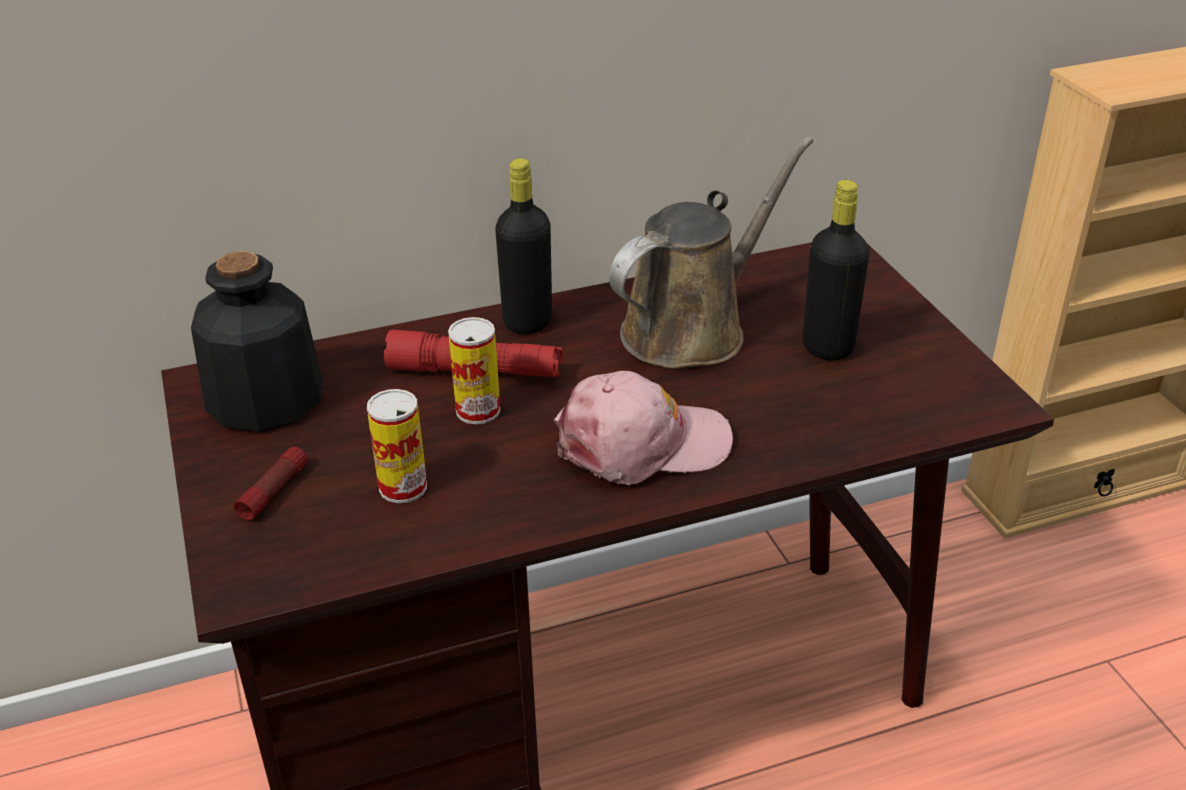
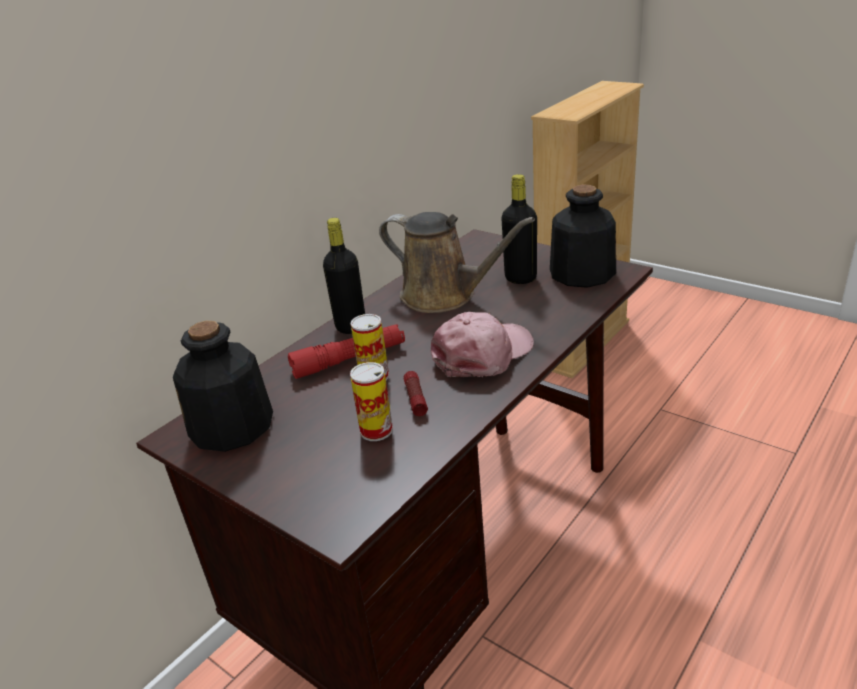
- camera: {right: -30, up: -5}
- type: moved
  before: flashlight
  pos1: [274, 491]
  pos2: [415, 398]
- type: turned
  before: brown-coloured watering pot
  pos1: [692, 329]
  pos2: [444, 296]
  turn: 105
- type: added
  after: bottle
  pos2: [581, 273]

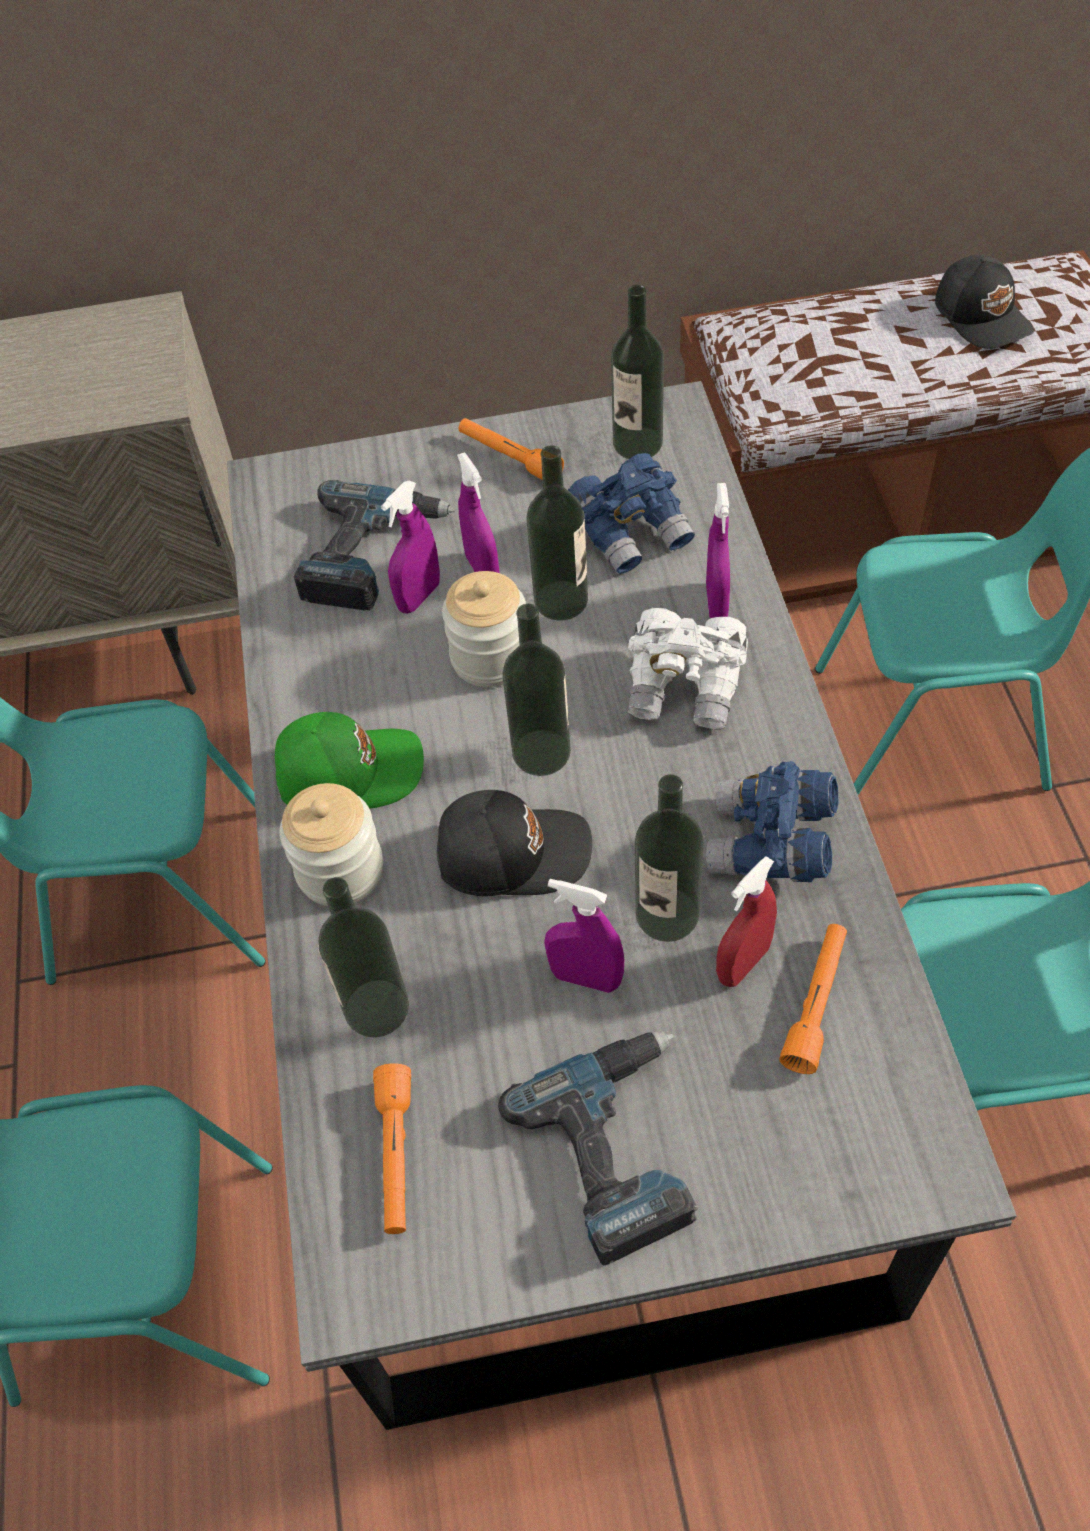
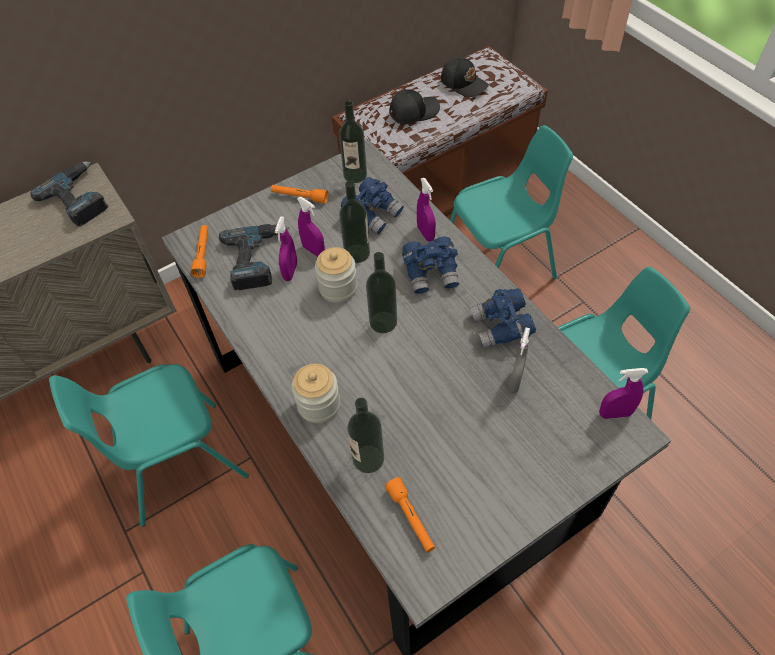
- camera: {right: -25, up: 0}
- type: removed
  before: green peaked cap
  pos1: [348, 770]
- type: moved
  before: blackish peaked cap
  pos1: [511, 851]
  pos2: [413, 112]
- type: moved
  before: power drill
  pos1: [621, 1148]
  pos2: [80, 198]
- type: moved
  before: purple spray bottle
  pos1: [586, 978]
  pos2: [615, 414]
- type: recoloured
  before: whitish field glasses
  after: bluish field glasses
  pos1: [686, 686]
  pos2: [431, 273]
- type: removed
  before: bottle
  pos1: [667, 914]
- type: recoloured
  before: reddish spray bottle
  after: greyish spray bottle
  pos1: [743, 963]
  pos2: [515, 381]
- type: moved
  before: orangey flashlight
  pos1: [816, 1003]
  pos2: [203, 254]

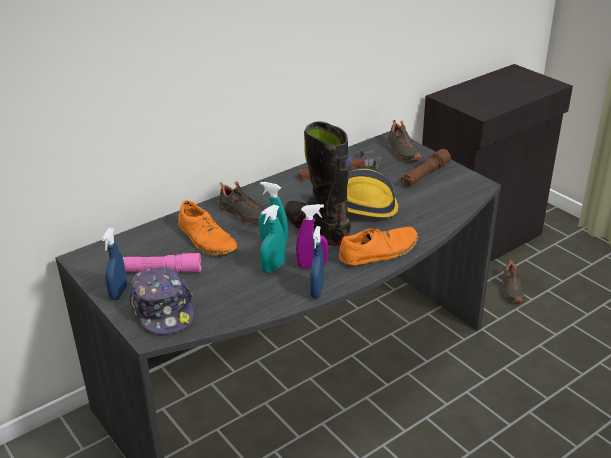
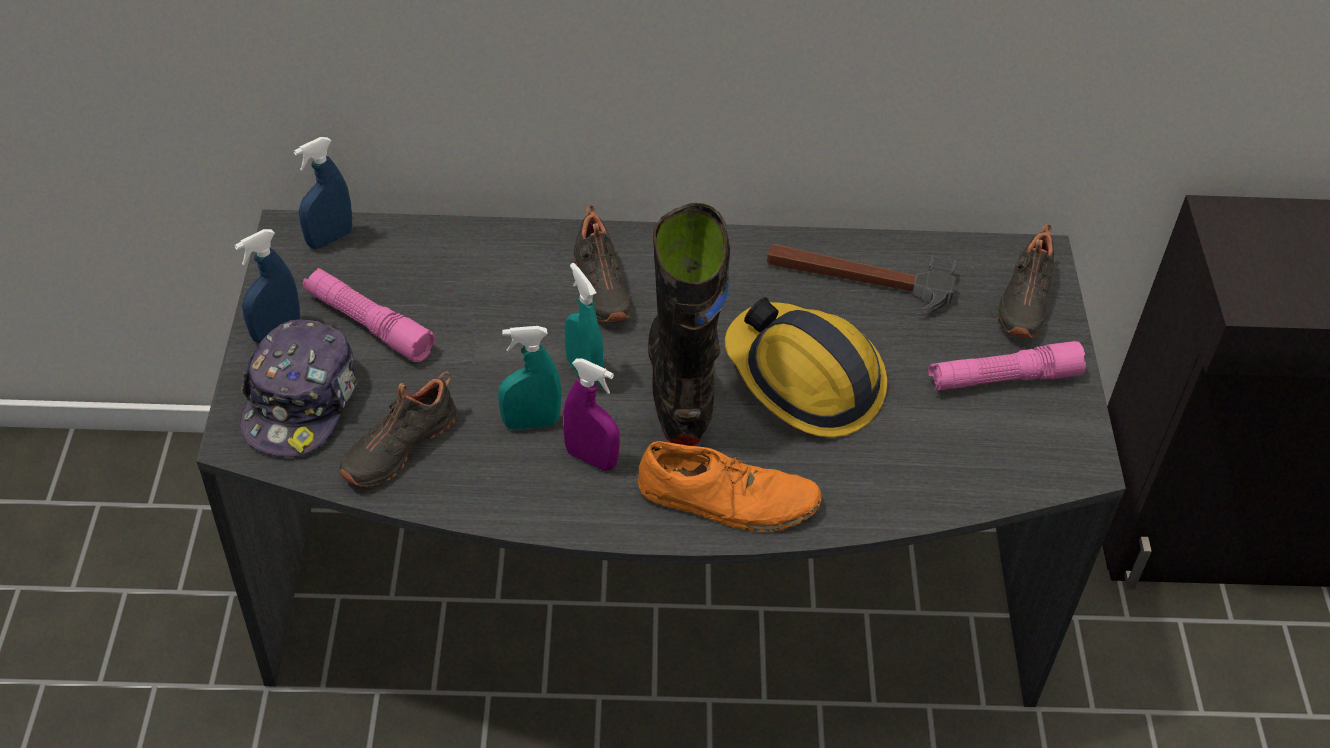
- camera: {right: 35, up: 15}
- type: removed
  before: orangey shoe
  pos1: [207, 239]
- type: moved
  before: bluish spray bottle
  pos1: [317, 291]
  pos2: [330, 238]
- type: recoloured
  before: brown-coloured flashlight
  after: pink flashlight
  pos1: [425, 175]
  pos2: [1002, 379]
- type: moved
  before: blackish shoe
  pos1: [511, 290]
  pos2: [397, 445]

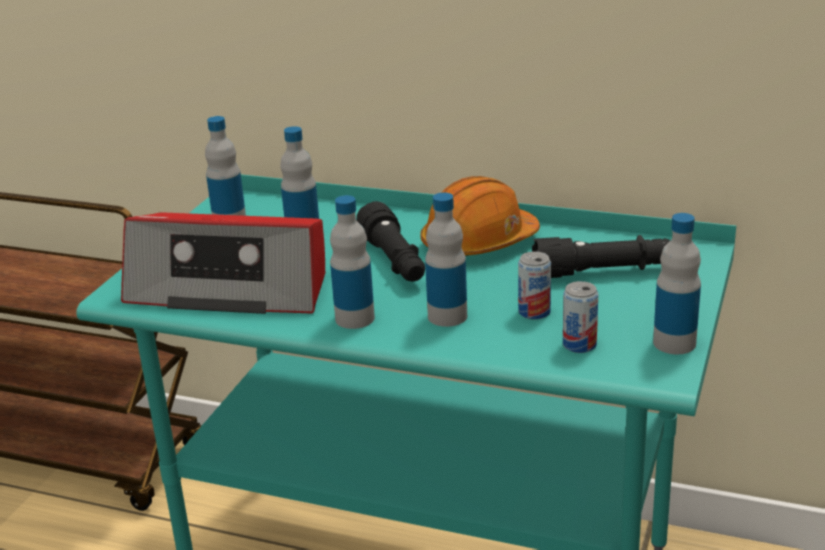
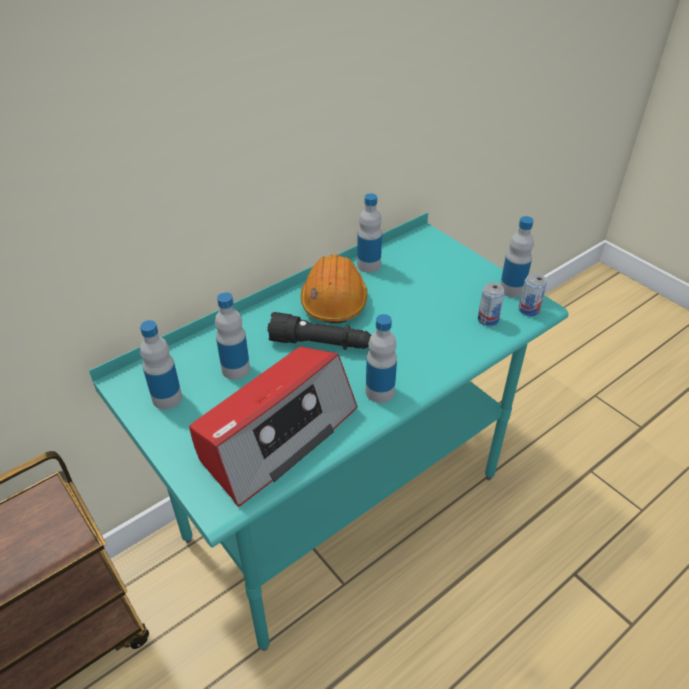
- camera: {right: -60, up: 15}
- type: moved
  before: bottle
  pos1: [447, 316]
  pos2: [368, 265]
- type: moved
  before: sealed can
  pos1: [534, 312]
  pos2: [528, 310]
- type: removed
  before: blackish flashlight
  pos1: [603, 272]

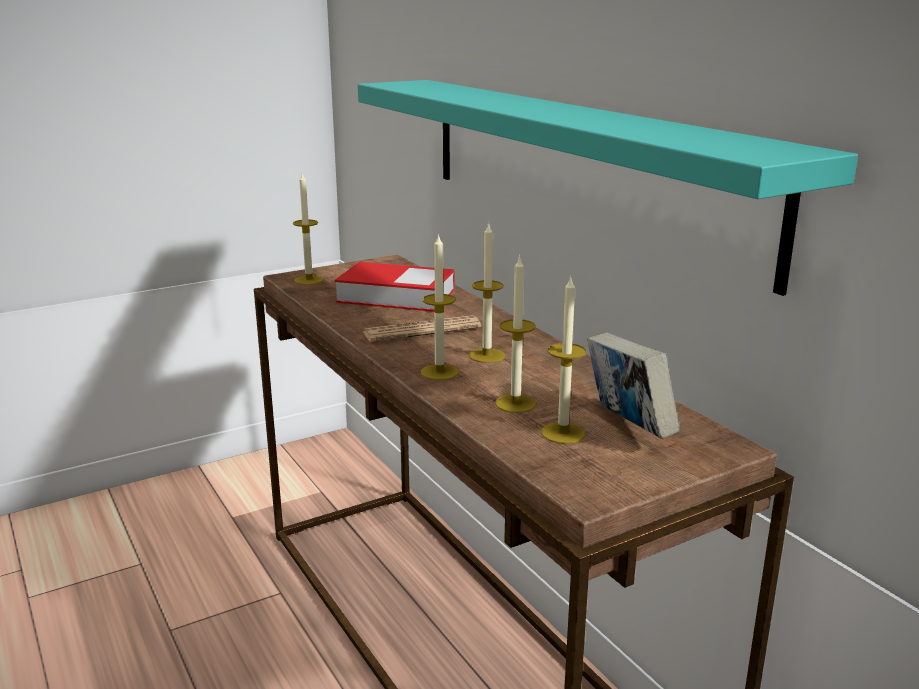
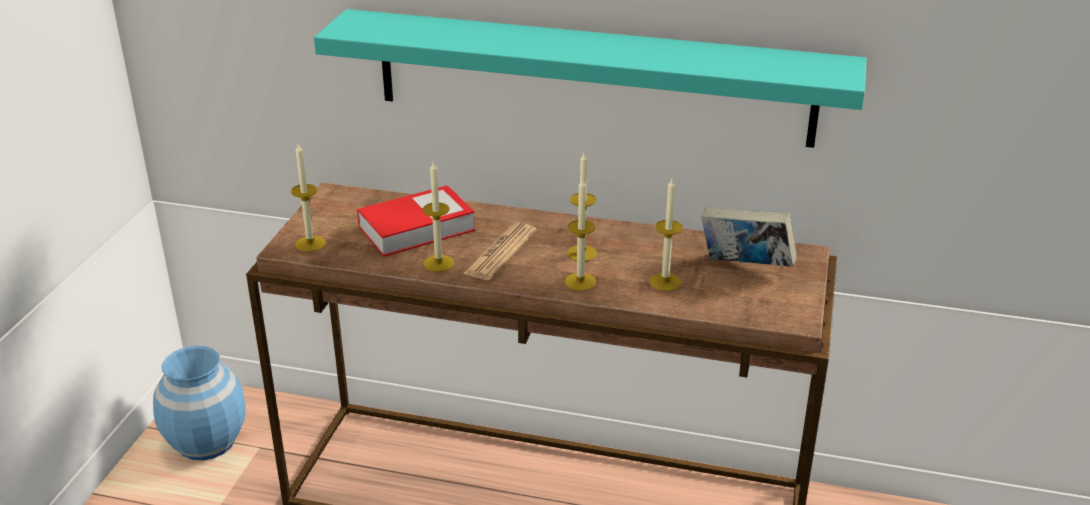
- camera: {right: -45, up: 10}
- type: moved
  before: wax candle
  pos1: [563, 433]
  pos2: [439, 263]
- type: added
  after: bluish decorative vase
  pos2: [206, 442]

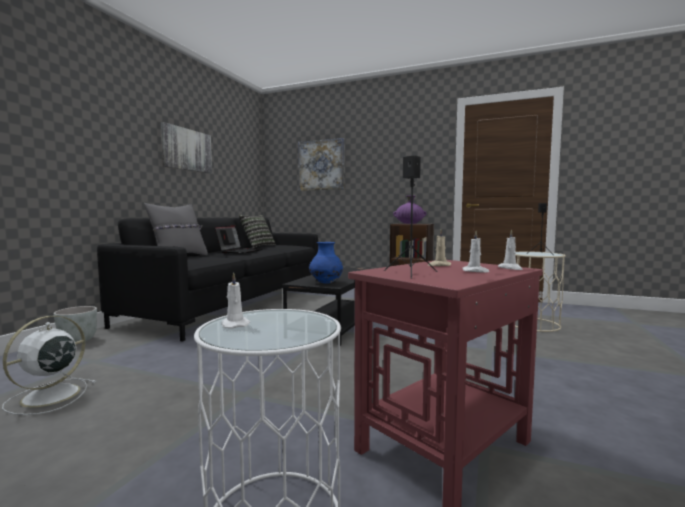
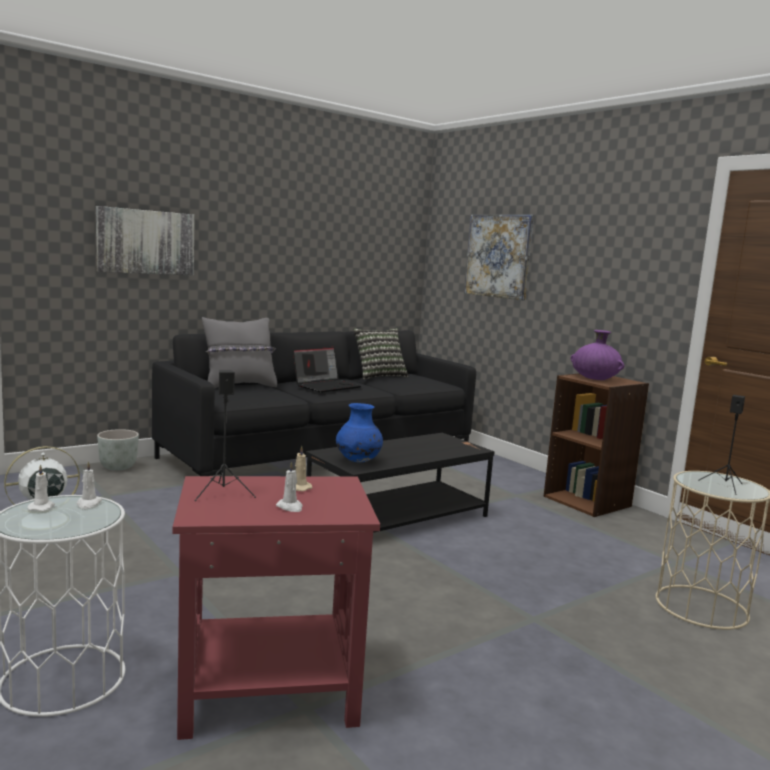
- camera: {right: 30, up: 5}
- type: moved
  before: picture
  pos1: [186, 150]
  pos2: [145, 242]
- type: moved
  before: whitish wax candle
  pos1: [510, 268]
  pos2: [88, 504]

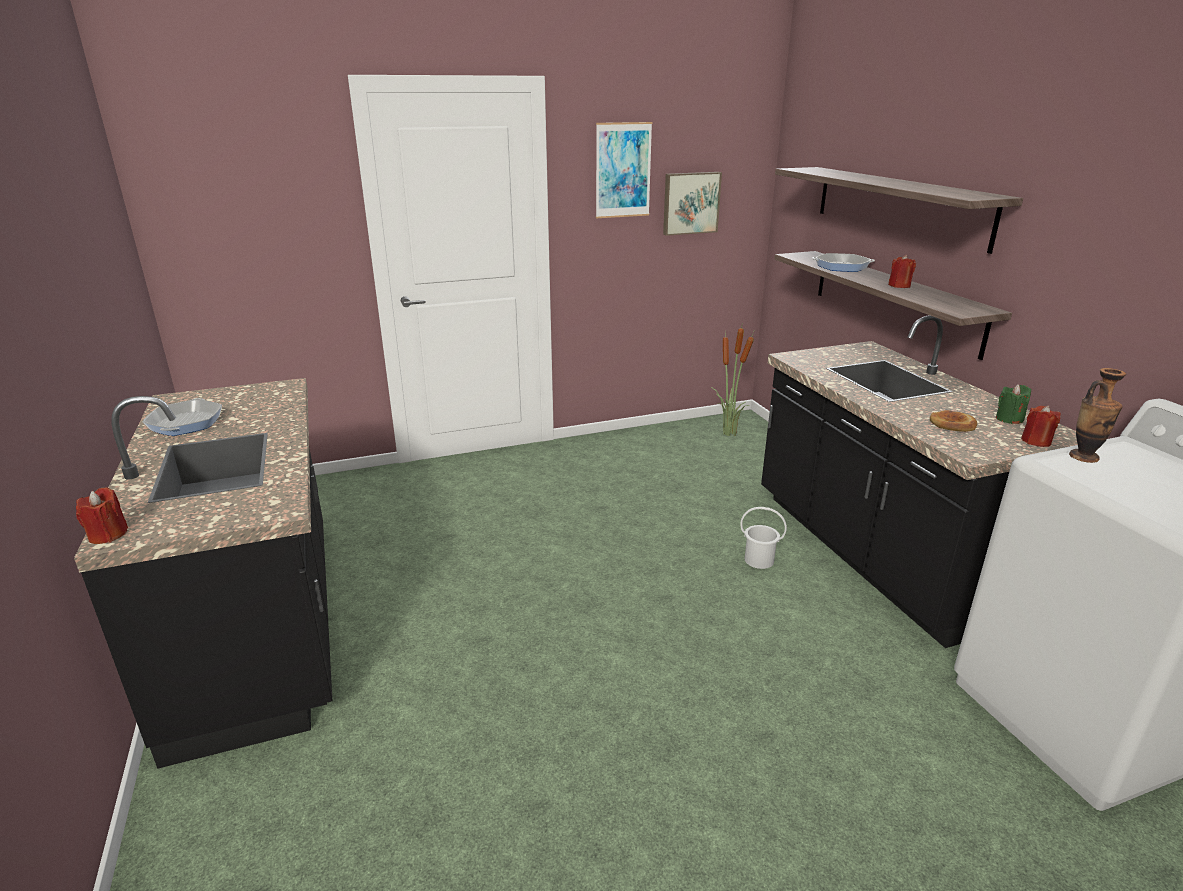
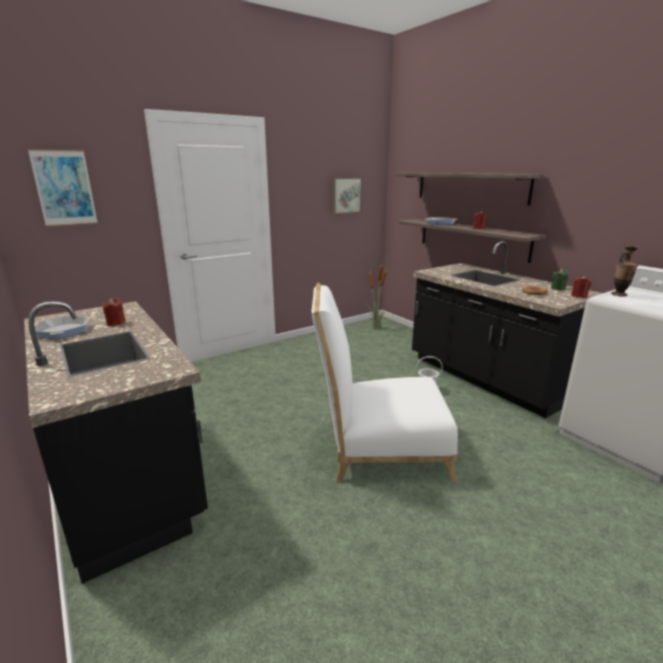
- camera: {right: -15, up: -5}
- type: moved
  before: reddish wax candle
  pos1: [108, 535]
  pos2: [116, 323]
- type: moved
  before: picture
  pos1: [623, 170]
  pos2: [64, 188]
- type: added
  after: whitish plain chair
  pos2: [379, 449]

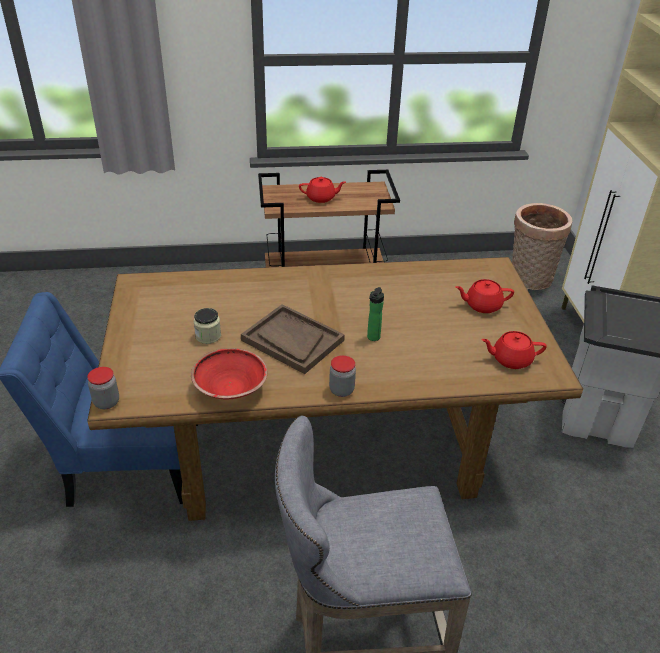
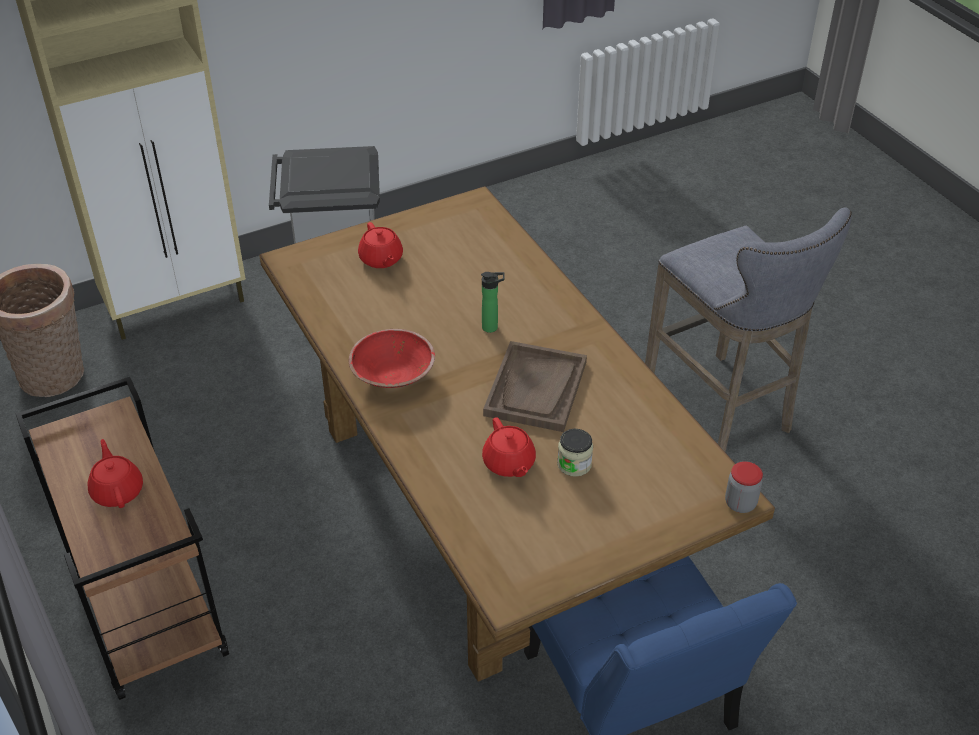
- camera: {right: -110, up: 5}
- type: moved
  before: reddish serving bowl
  pos1: [230, 389]
  pos2: [393, 376]
- type: removed
  before: jar
  pos1: [341, 390]
- type: moved
  before: reddish teapot
  pos1: [510, 359]
  pos2: [509, 463]

